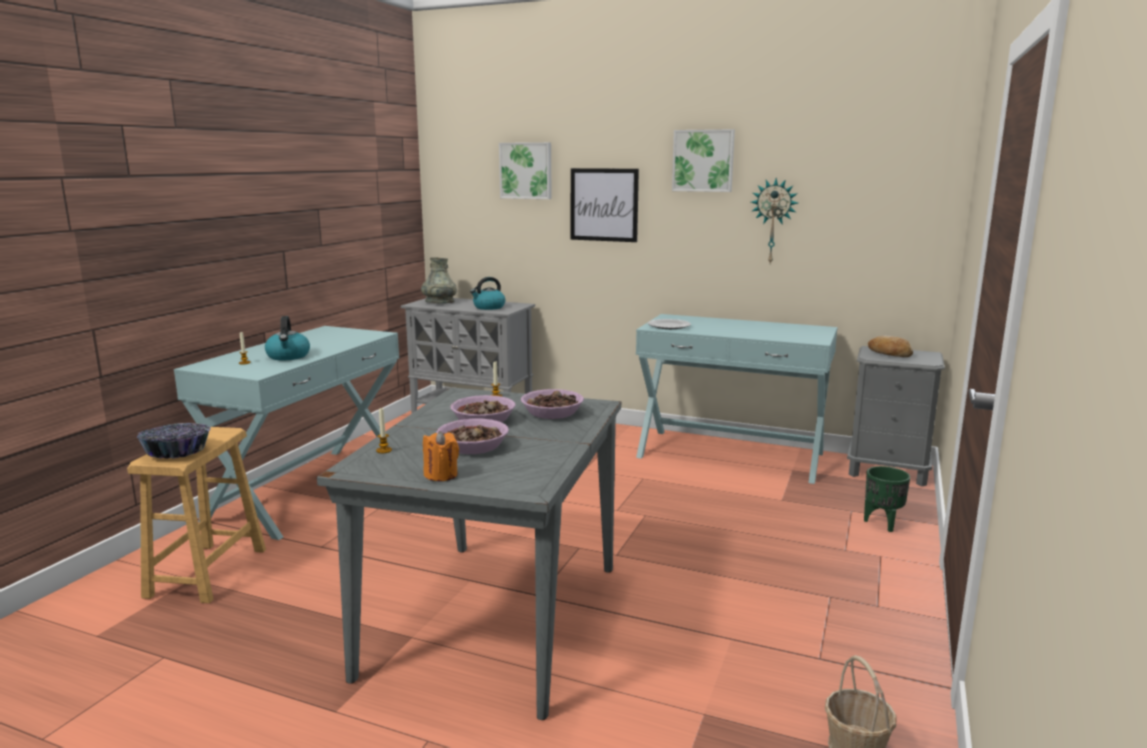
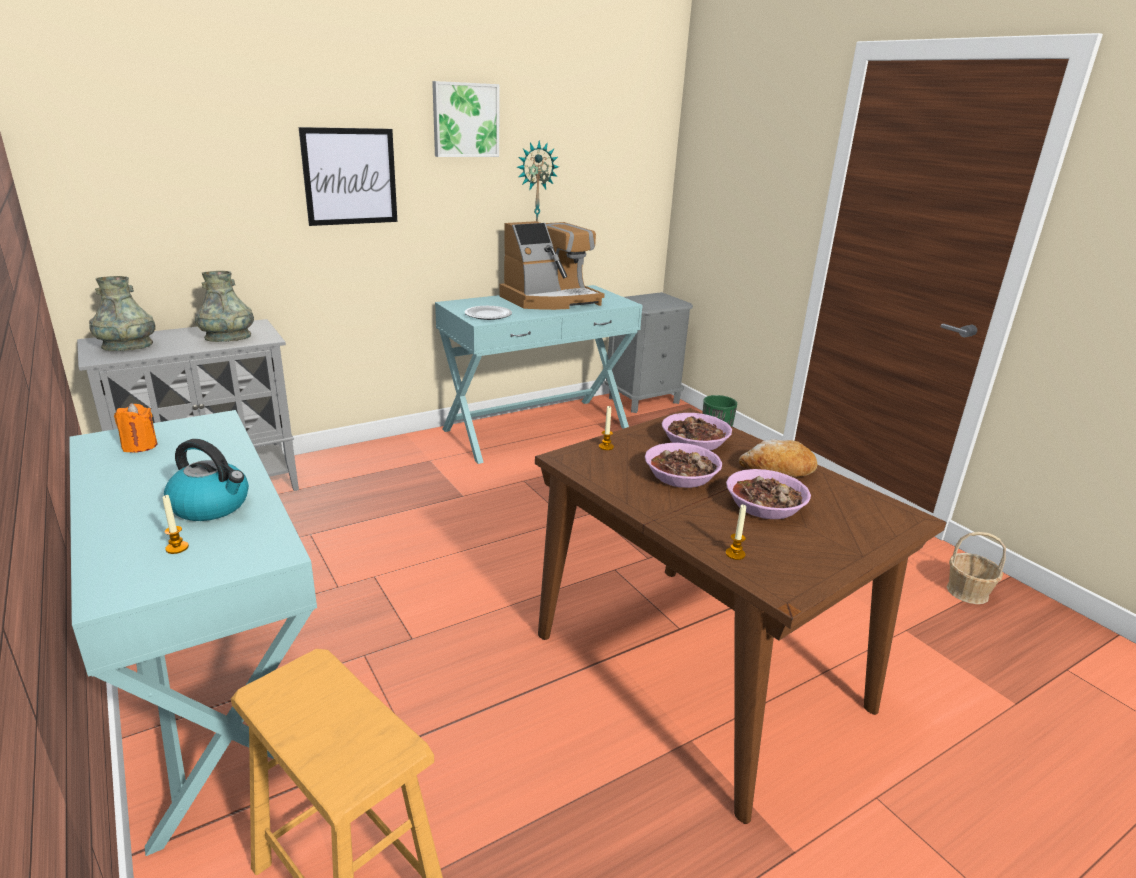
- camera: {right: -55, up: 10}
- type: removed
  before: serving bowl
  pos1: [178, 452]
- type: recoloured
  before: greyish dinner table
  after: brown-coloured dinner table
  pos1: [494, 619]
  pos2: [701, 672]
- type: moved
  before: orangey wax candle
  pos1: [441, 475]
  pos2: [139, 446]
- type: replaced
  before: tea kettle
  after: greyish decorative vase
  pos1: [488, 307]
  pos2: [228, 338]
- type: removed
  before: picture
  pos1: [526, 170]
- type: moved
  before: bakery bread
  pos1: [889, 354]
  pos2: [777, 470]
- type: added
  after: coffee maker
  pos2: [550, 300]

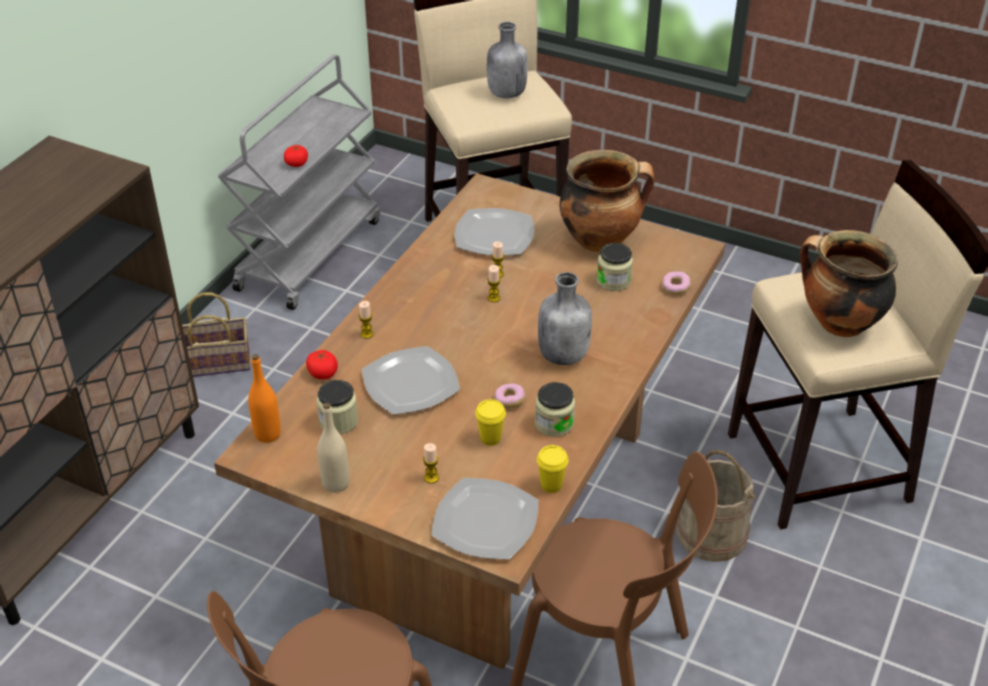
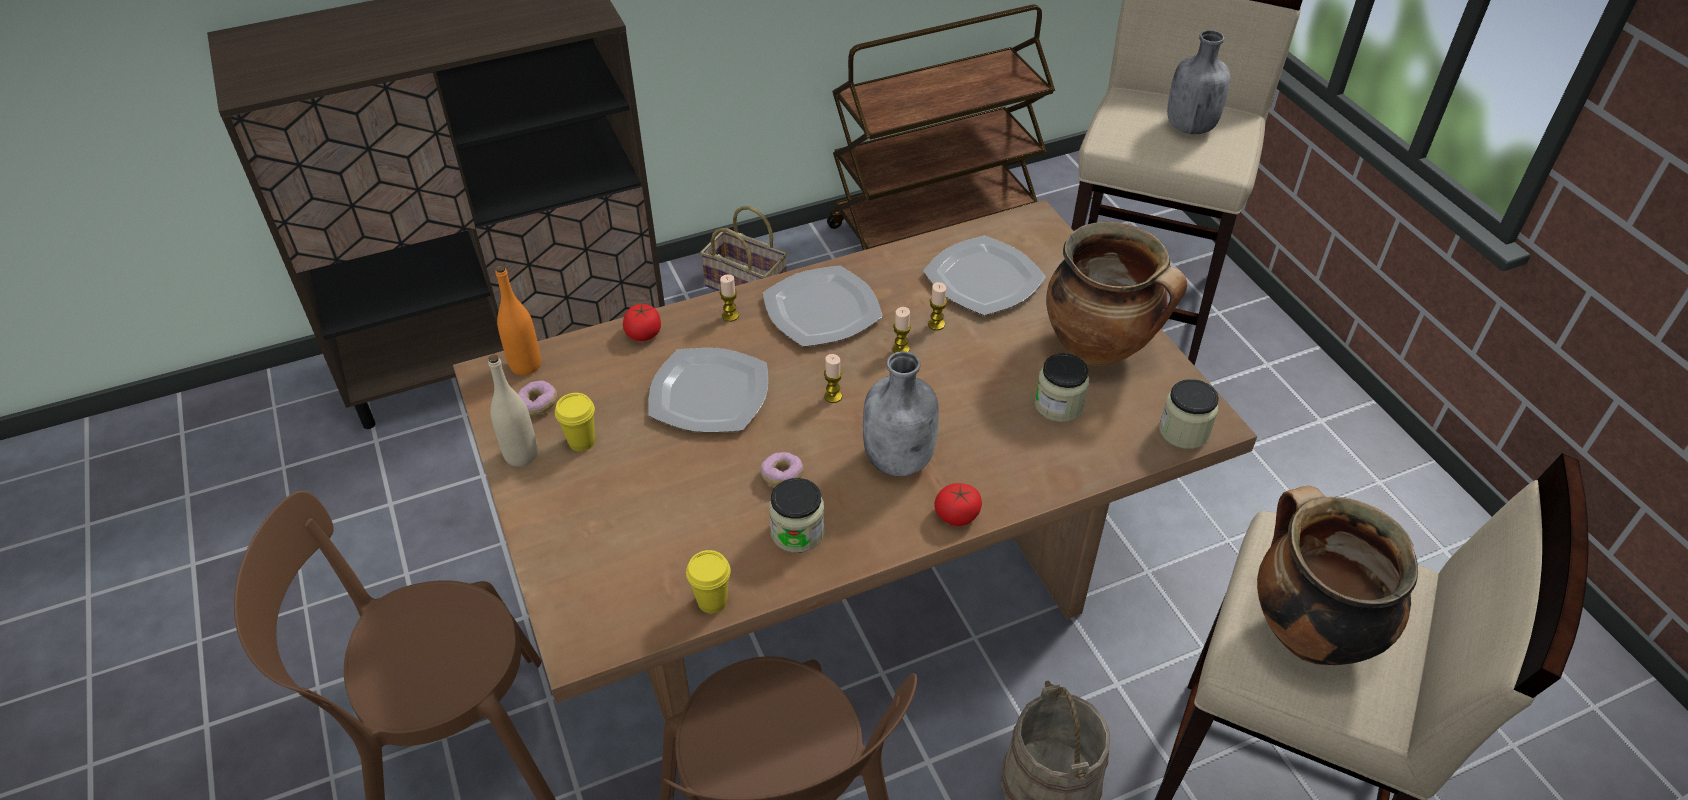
- camera: {right: 40, up: 5}
- type: recoloured
  before: greyish trolley
  after: brown-coloured trolley
  pos1: [309, 253]
  pos2: [933, 223]
- type: moved
  before: tomato
  pos1: [297, 163]
  pos2: [957, 514]
- type: moved
  before: jar
  pos1: [338, 421]
  pos2: [1184, 431]
- type: moved
  before: wax candle
  pos1: [431, 478]
  pos2: [833, 396]
- type: moved
  before: dinner plate
  pos1: [486, 521]
  pos2: [823, 310]
- type: moved
  before: yellowish drinking cup
  pos1: [490, 438]
  pos2: [581, 441]
- type: moved
  before: doughnut
  pos1: [675, 288]
  pos2: [538, 404]

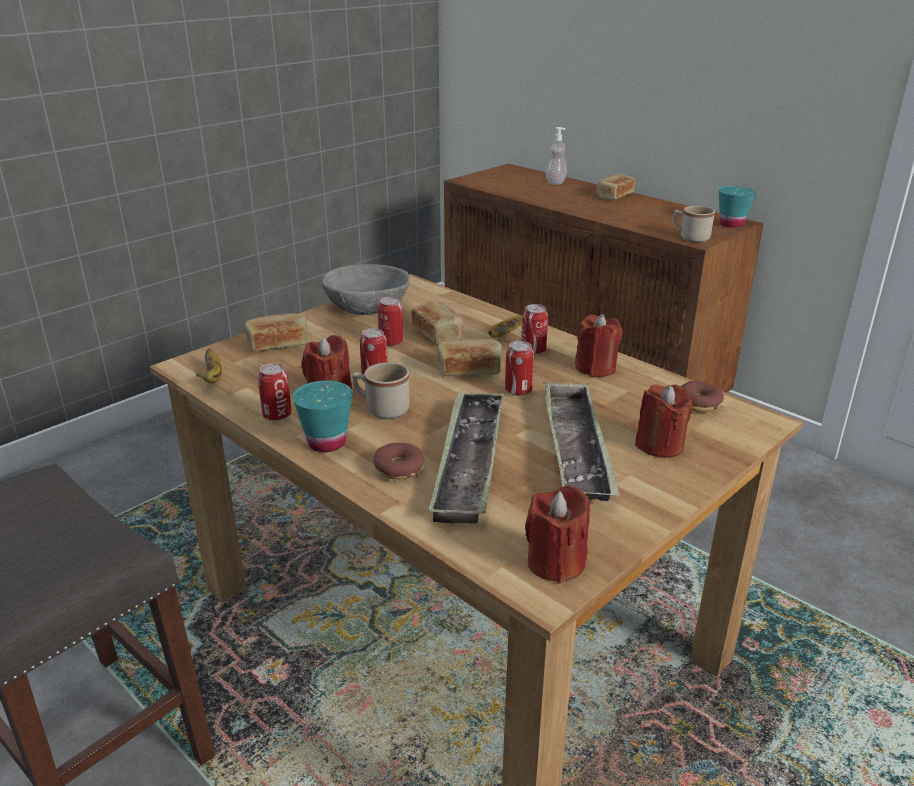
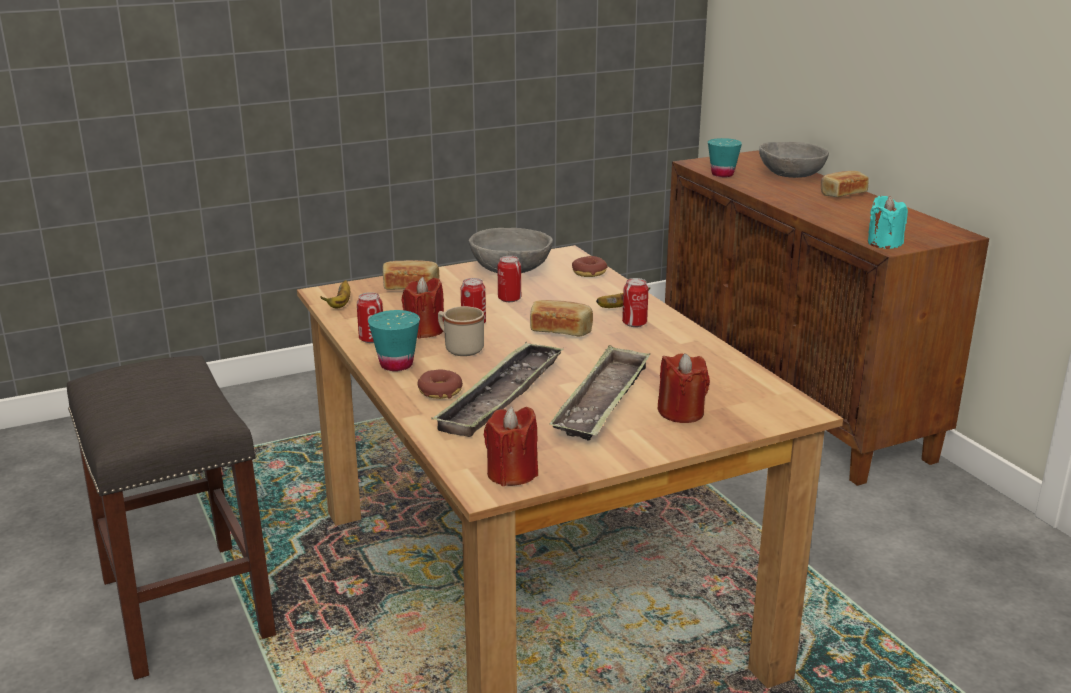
- camera: {right: 20, up: -5}
- type: removed
  before: bakery bread
  pos1: [439, 335]
- type: removed
  before: sealed can
  pos1: [518, 390]
- type: replaced
  before: soap bottle
  after: greyish serving bowl
  pos1: [555, 182]
  pos2: [790, 174]
- type: removed
  before: reddish wax candle
  pos1: [595, 368]
- type: replaced
  before: beige-coloured mug
  after: blue-green wax candle
  pos1: [690, 238]
  pos2: [884, 243]
- type: moved
  before: doughnut
  pos1: [698, 403]
  pos2: [589, 272]
- type: moved
  before: blue-green drinking cup
  pos1: [731, 224]
  pos2: [722, 174]

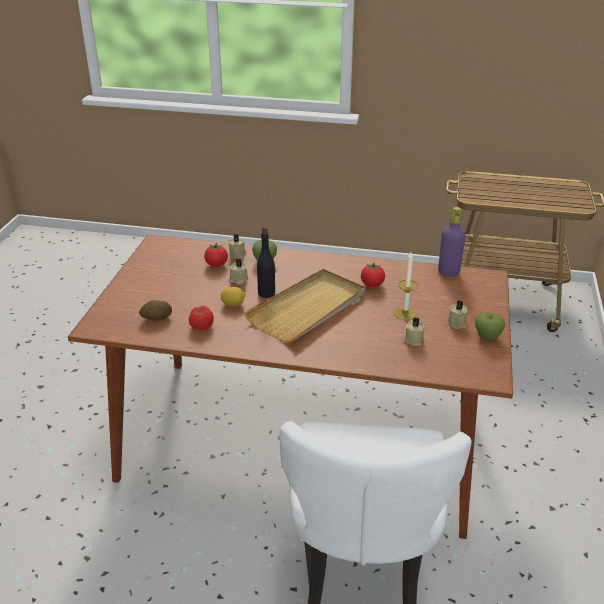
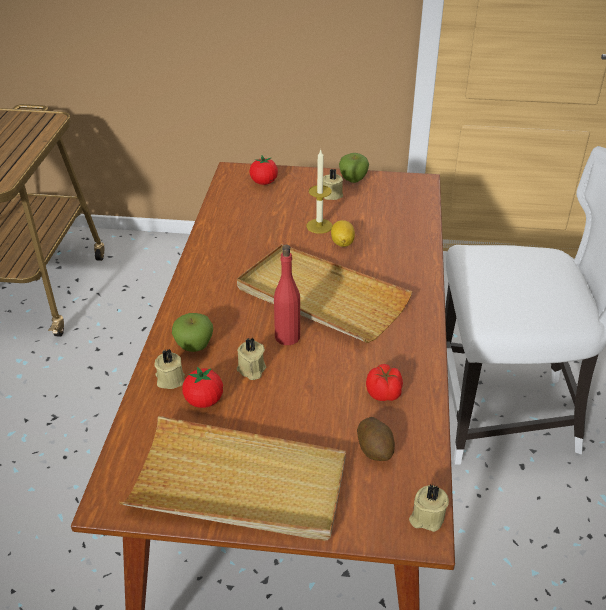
- camera: {right: -95, up: 5}
- type: moved
  before: whole lemon
  pos1: [233, 304]
  pos2: [342, 243]
- type: recoloured
  before: blackish bottle
  after: reddish bottle
  pos1: [267, 293]
  pos2: [287, 337]
- type: moved
  before: tomato
  pos1: [372, 285]
  pos2: [264, 182]
- type: moved
  before: beige-coloured wax candle
  pos1: [413, 339]
  pos2: [426, 517]
- type: removed
  before: purple bottle
  pos1: [448, 272]
- type: added
  after: beige-coloured carrying tray
  pos2: [239, 484]

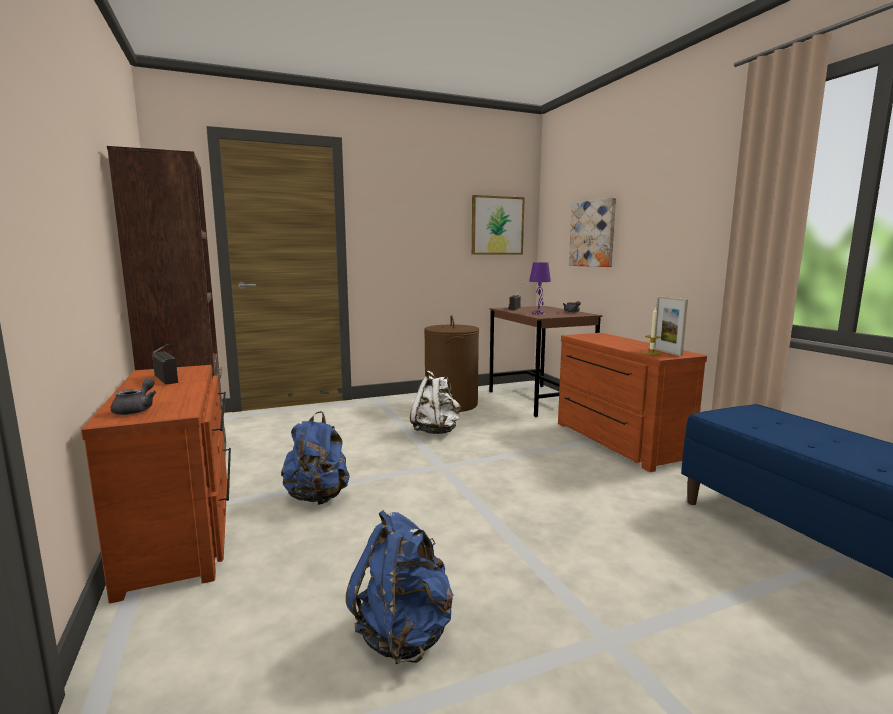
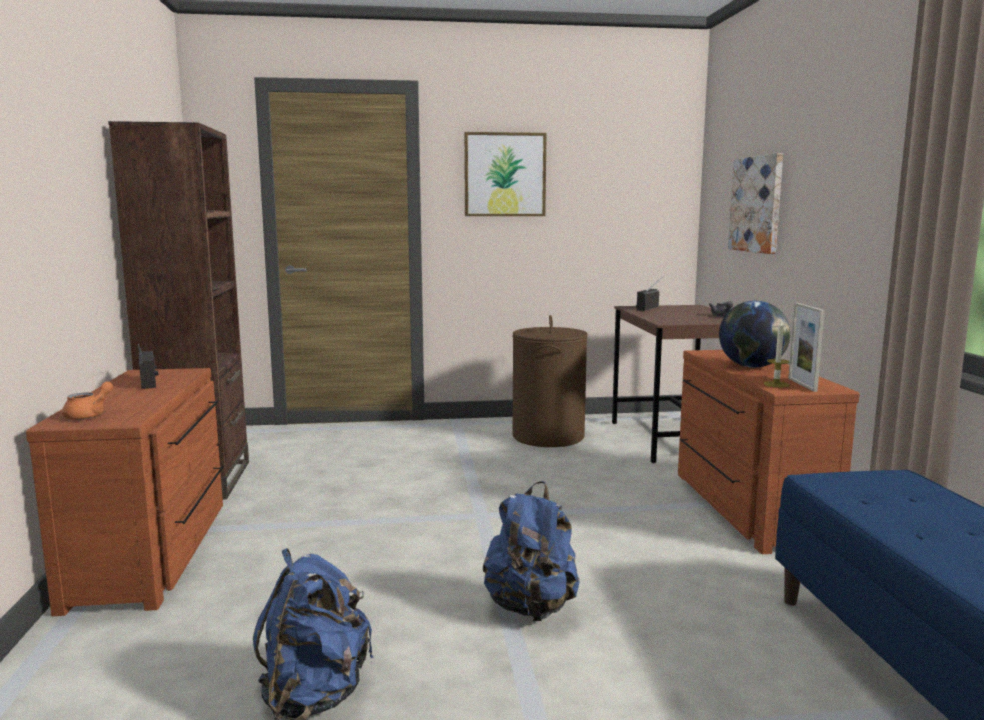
- camera: {right: 15, up: 0}
- type: recoloured
  before: greyish teapot
  after: orangey teapot
  pos1: [136, 410]
  pos2: [89, 415]
- type: moved
  before: bluish rucksack
  pos1: [318, 498]
  pos2: [531, 608]
- type: removed
  before: whitish rucksack
  pos1: [436, 431]
- type: moved
  before: picture
  pos1: [497, 225]
  pos2: [505, 175]
- type: removed
  before: purple tabletop lamp
  pos1: [538, 313]
- type: added
  after: globe
  pos2: [752, 367]

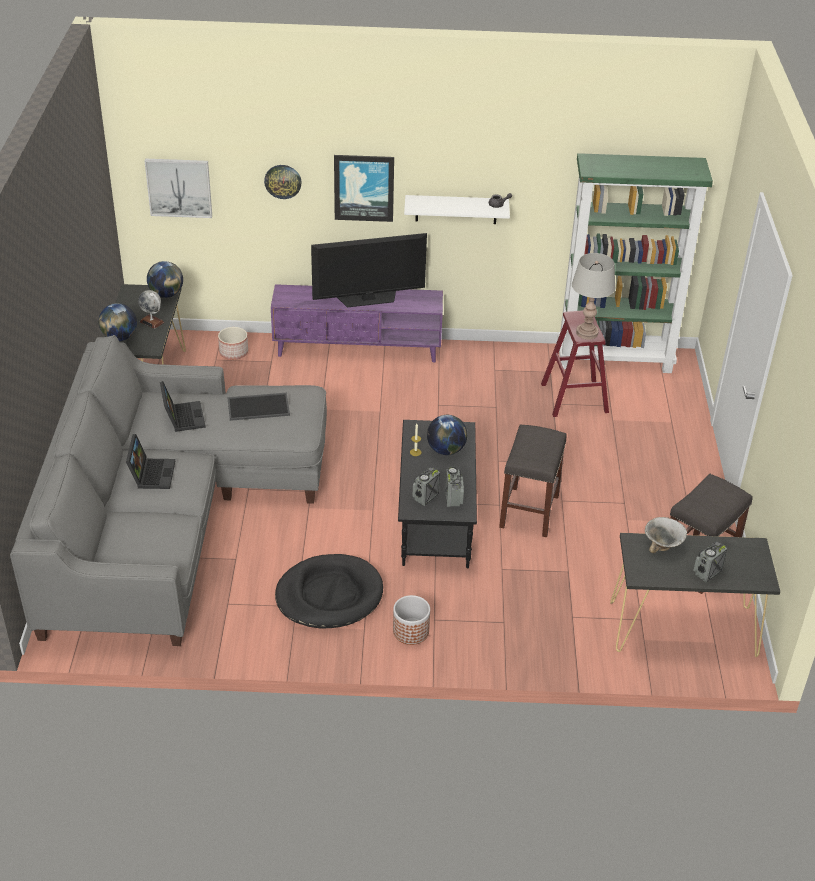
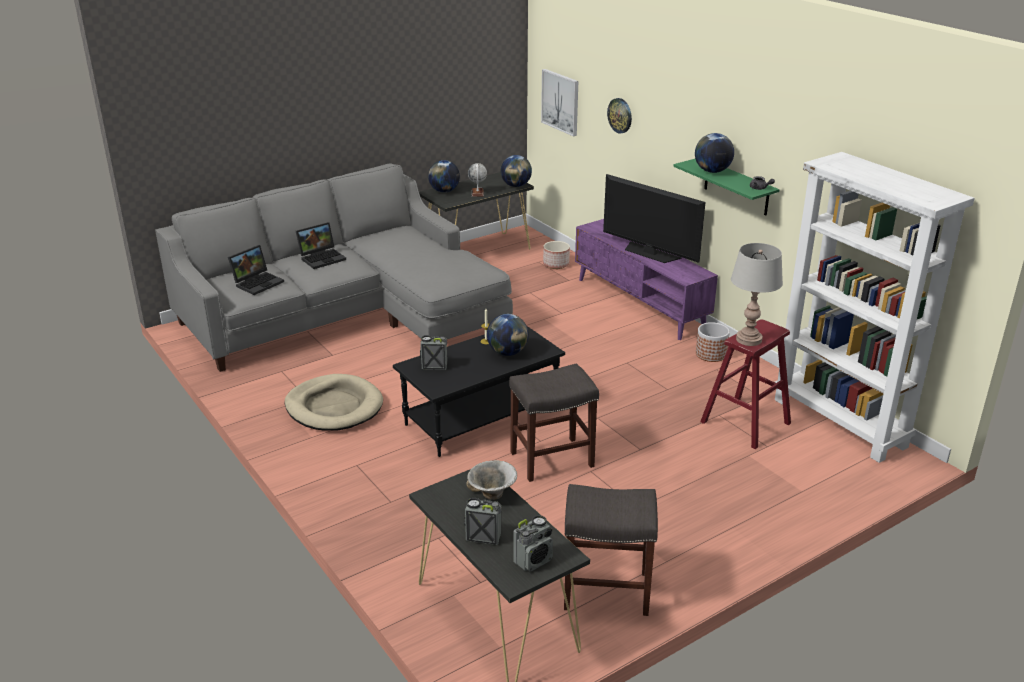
- camera: {right: 55, up: -10}
- type: moved
  before: notebook computer
  pos1: [182, 417]
  pos2: [258, 282]
- type: removed
  before: carrying tray
  pos1: [259, 406]
- type: recoloured
  before: blackish dog bed
  after: beige-coloured dog bed
  pos1: [329, 595]
  pos2: [334, 407]
- type: removed
  before: picture
  pos1: [364, 187]
- type: moved
  before: planter
  pos1: [411, 631]
  pos2: [711, 354]
- type: recoloured
  before: whitish wall shelf
  after: green wall shelf
  pos1: [456, 209]
  pos2: [736, 187]
- type: moved
  before: radio receiver
  pos1: [453, 498]
  pos2: [533, 560]
- type: recoloured
  before: green shelving unit
  after: whitish shelving unit
  pos1: [615, 359]
  pos2: [841, 423]
- type: added
  after: globe
  pos2: [712, 171]

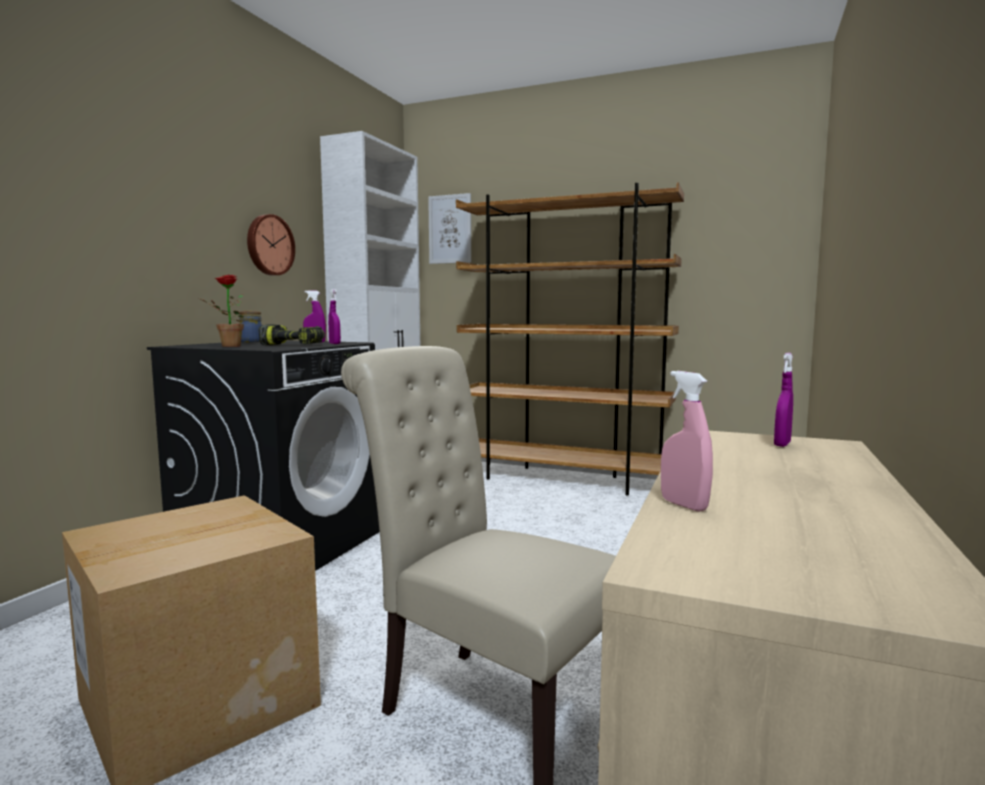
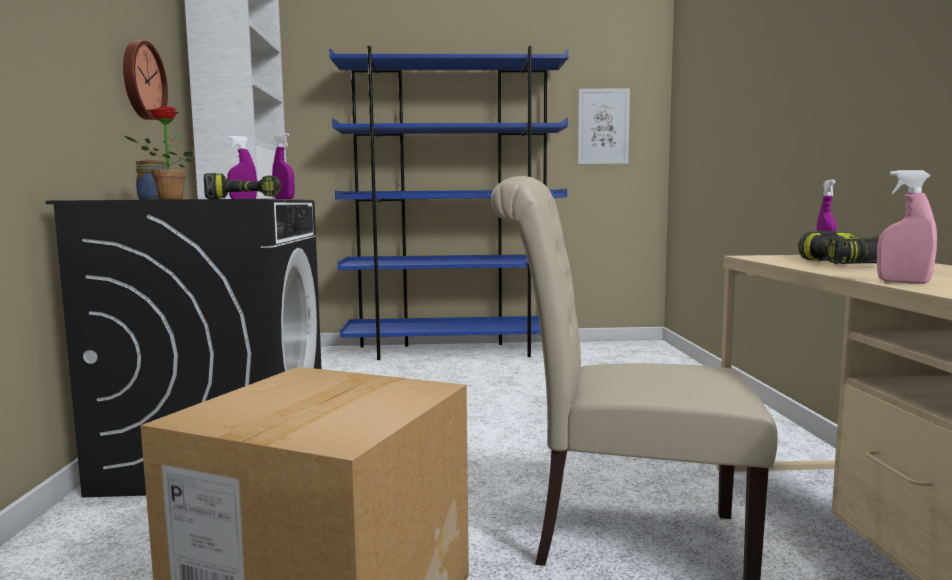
- camera: {right: -25, up: 0}
- type: moved
  before: picture
  pos1: [450, 229]
  pos2: [603, 126]
- type: recoloured
  before: brown-coloured shelving unit
  after: bluish shelving unit
  pos1: [563, 479]
  pos2: [454, 351]
- type: added
  after: power drill
  pos2: [845, 264]

